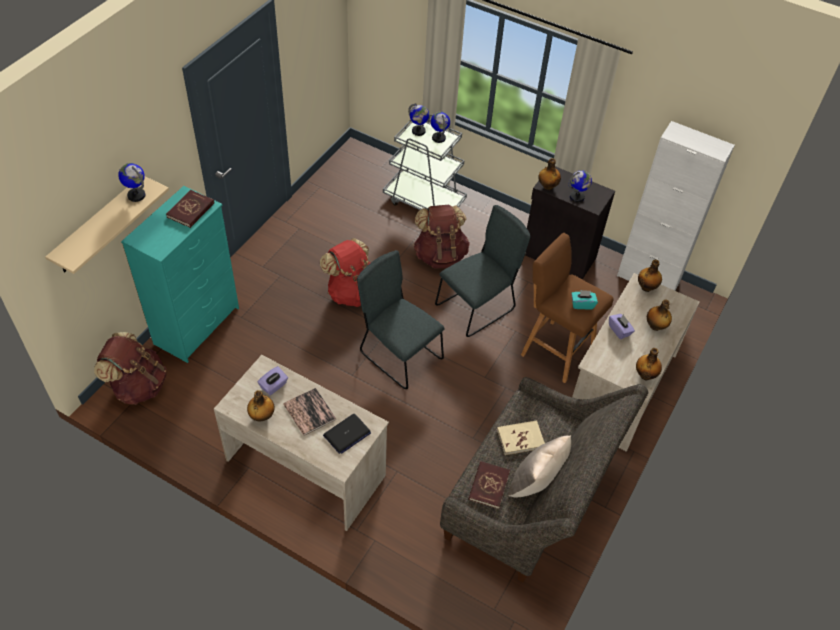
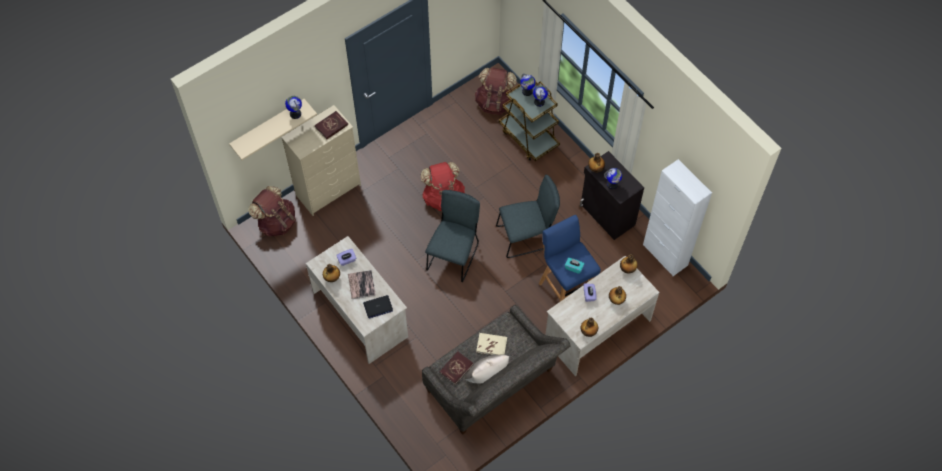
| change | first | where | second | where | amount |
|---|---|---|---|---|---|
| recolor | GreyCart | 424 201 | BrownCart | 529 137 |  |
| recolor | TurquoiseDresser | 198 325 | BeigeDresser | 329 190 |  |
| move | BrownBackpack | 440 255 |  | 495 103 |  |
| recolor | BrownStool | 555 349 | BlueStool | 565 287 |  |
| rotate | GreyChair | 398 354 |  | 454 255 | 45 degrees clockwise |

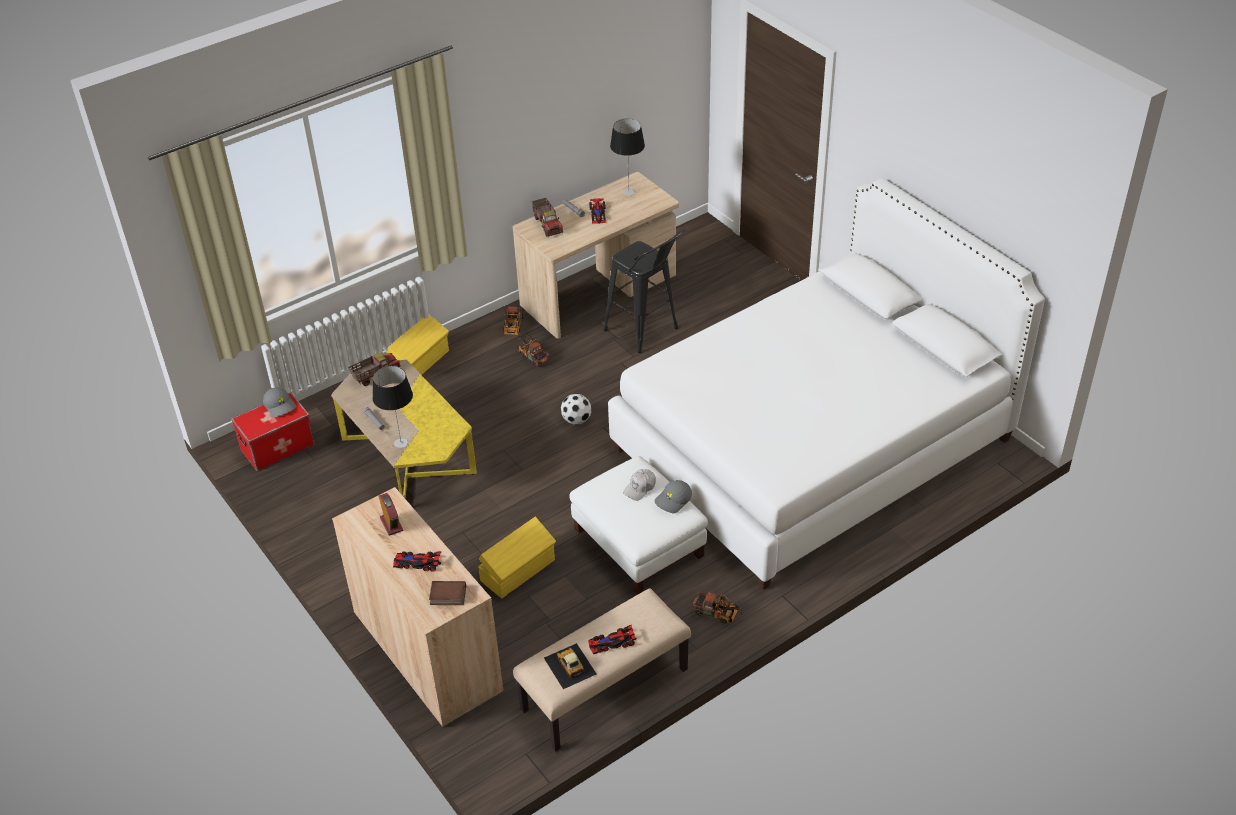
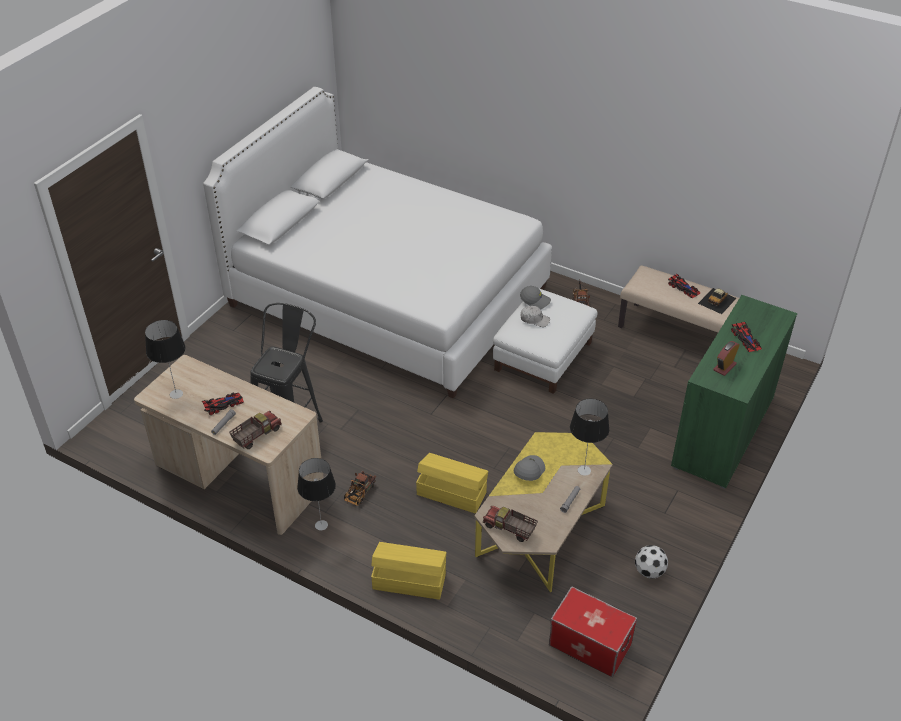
| change | first | where | second | where | amount |
|---|---|---|---|---|---|
| replace | ToyTruck | 513 327 | TableLamp | 321 525 |  |
| move | GreyCap | 280 405 |  | 528 470 |  |
| move | Football | 576 420 |  | 649 571 |  |
| recolor | BeigeCabinet | 427 652 | GreenCabinet | 723 432 |  |
| move | YellowStorageBox | 519 570 |  | 451 492 |  |
| delete | Book | 447 596 |  |  |  |

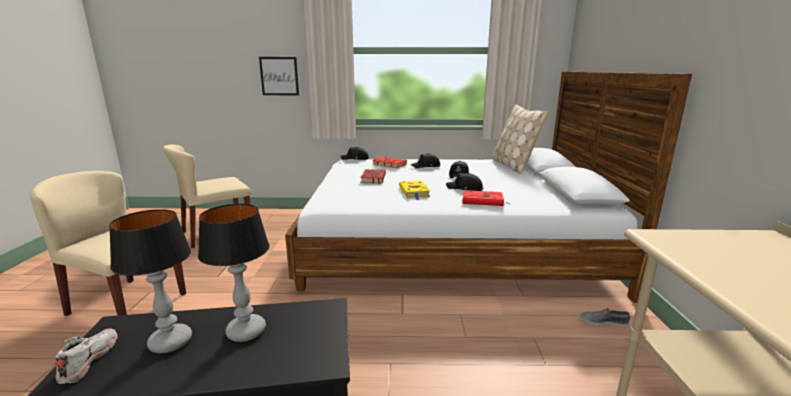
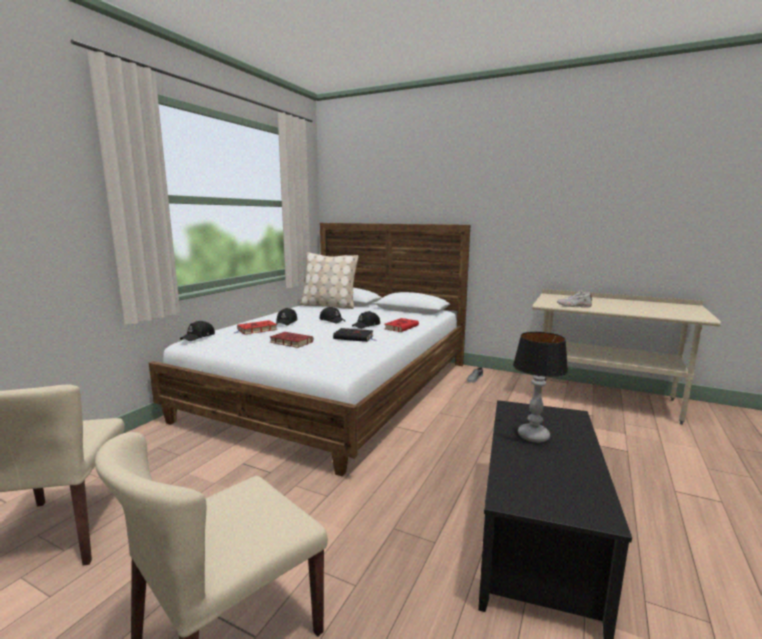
| change | first | where | second | where | amount |
|---|---|---|---|---|---|
| delete | Picture | 279 76 |  |  |  |
| recolor | YellowBook | 414 192 | BlackBook | 354 338 |  |
| delete | TableLamp | 171 342 |  |  |  |
| move | WhiteShoe | 89 359 |  | 573 306 |  |

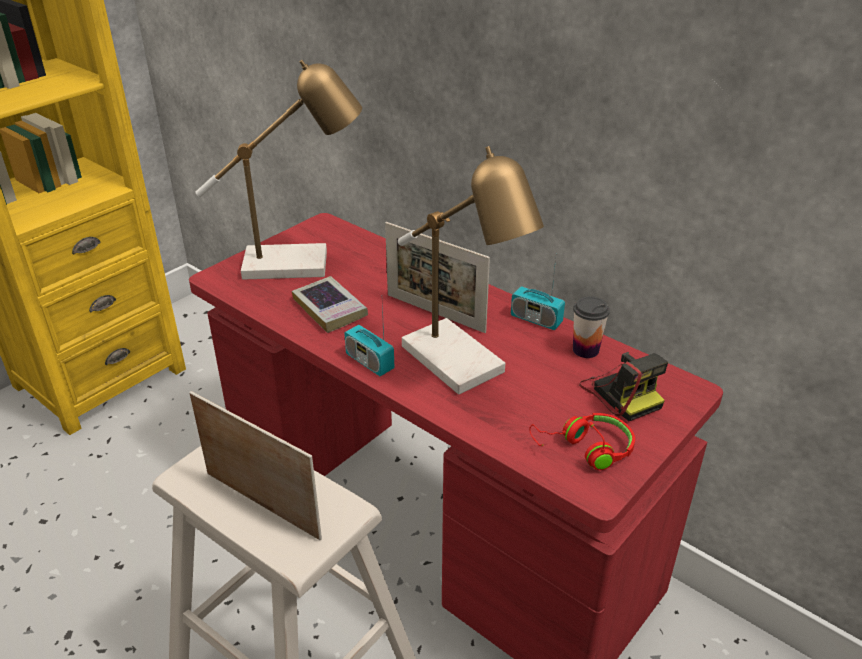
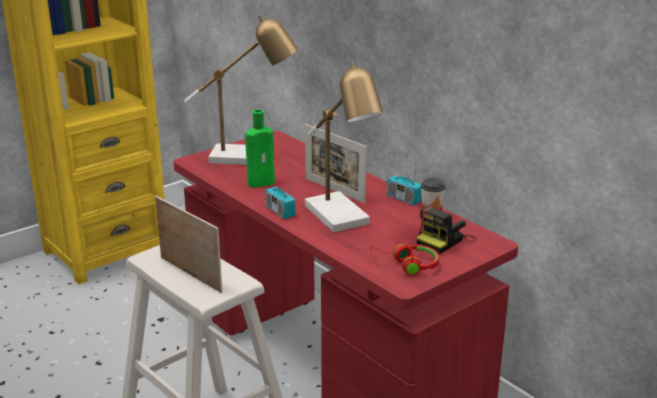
| change | first | where | second | where | amount |
|---|---|---|---|---|---|
| replace | Book | 330 309 | GreenBottle | 263 182 |  |
| rotate | PhotoCamera | 621 393 |  | 445 241 | 60 degrees clockwise |

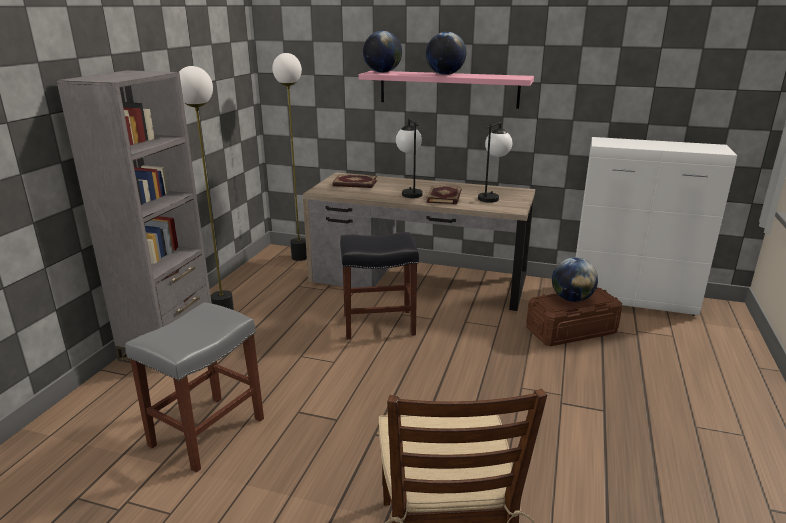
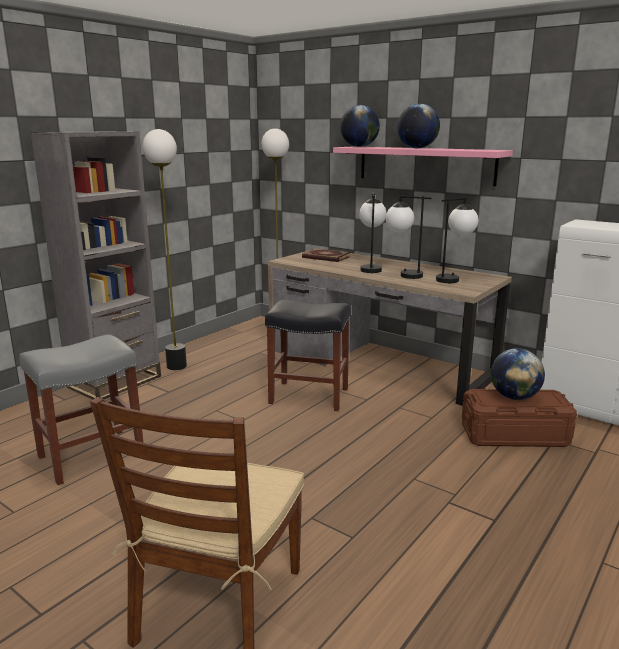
| change | first | where | second | where | amount |
|---|---|---|---|---|---|
| replace | Book | 445 197 | TableLamp | 402 275 |  |

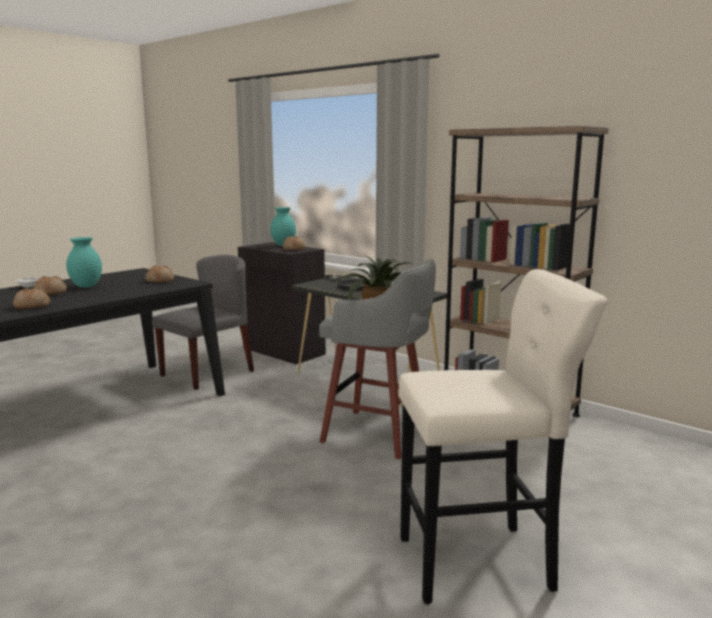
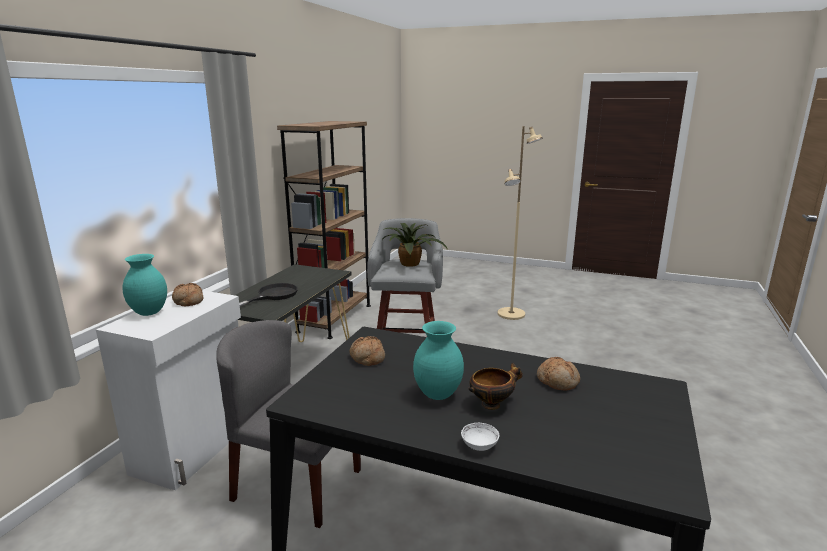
| change | first | where | second | where | amount |
|---|---|---|---|---|---|
| recolor | BlackCabinet | 284 352 | WhiteCabinet | 195 448 |  |
| replace | BeigeStool | 482 562 | BeigeFloorLamp | 511 314 |  |
| replace | Bread | 51 292 | Bowl | 492 404 |  |

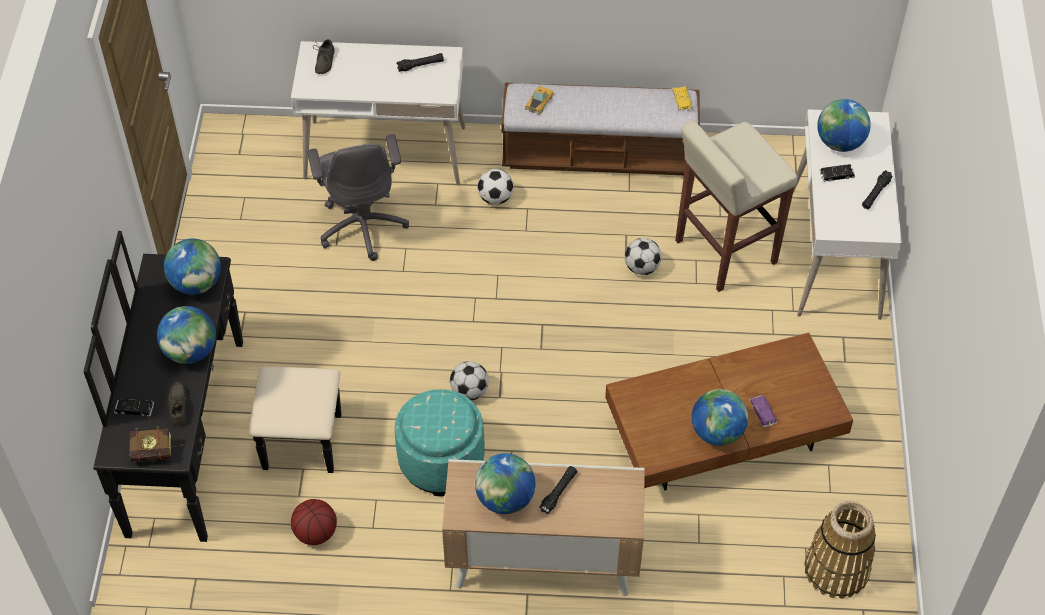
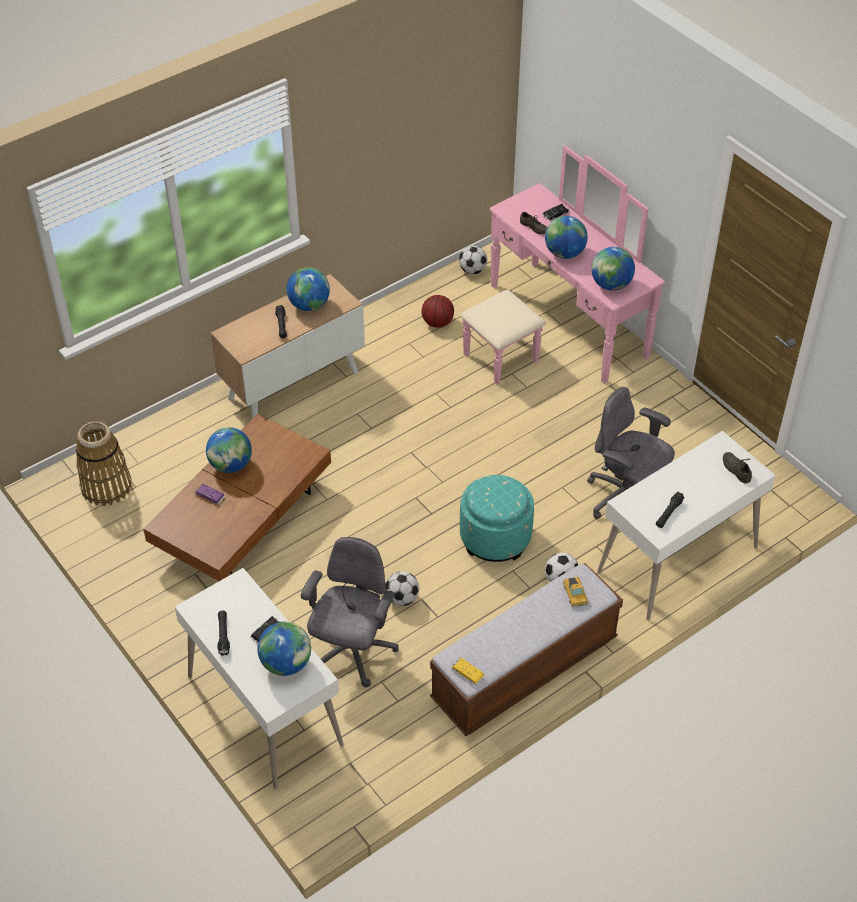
| change | first | where | second | where | amount |
|---|---|---|---|---|---|
| replace | BeigeStool | 724 252 | GreyOfficeChair | 352 652 |  |
| recolor | BlackDresser | 213 436 | PinkDresser | 553 329 |  |
| move | Football | 469 391 |  | 472 270 |  |
| move | TurquoiseOttoman | 441 461 |  | 495 537 |  |
| delete | Book | 157 453 |  |  |  |

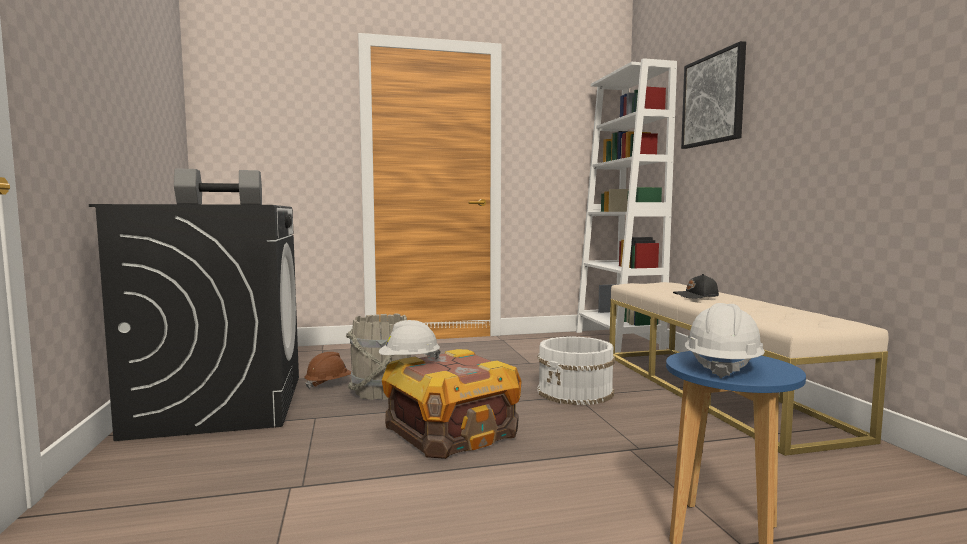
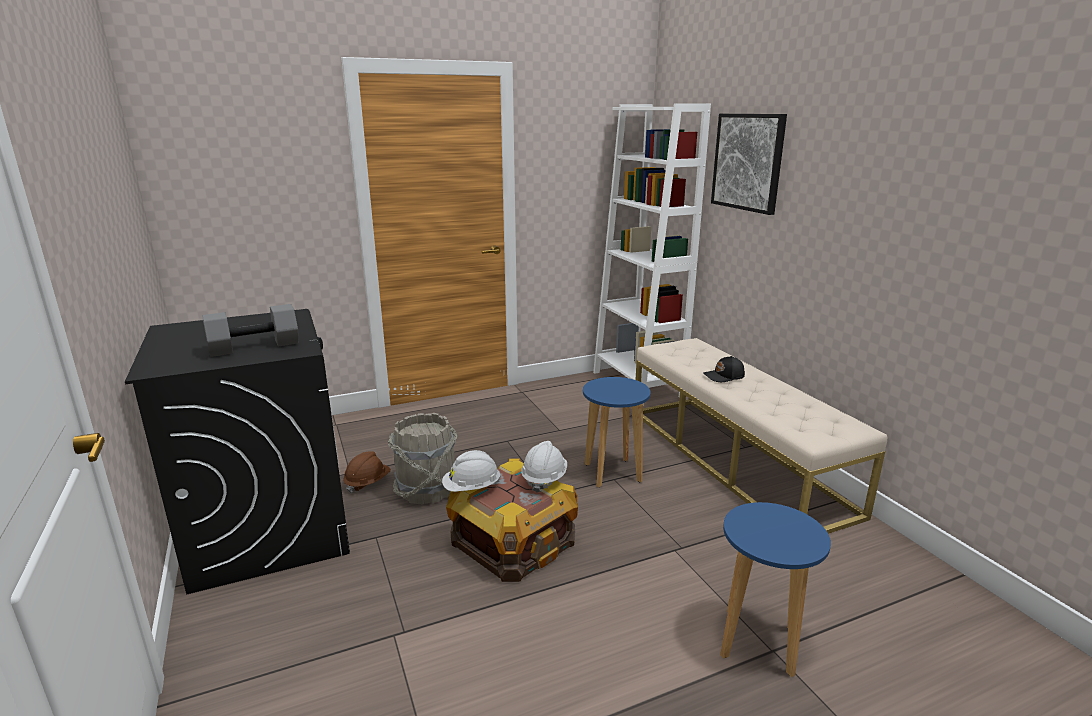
| change | first | where | second | where | amount |
|---|---|---|---|---|---|
| move | WhiteHardHat | 722 367 |  | 544 479 |  |
| replace | WhiteBucket | 576 392 | BlueStool | 613 473 |  |

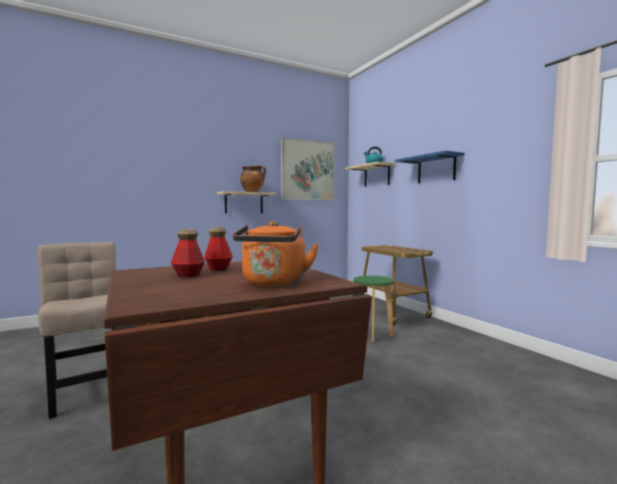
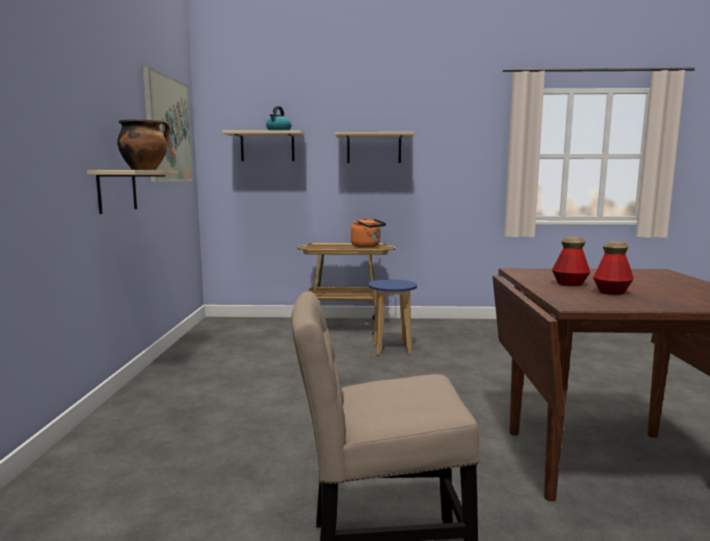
| change | first | where | second | where | amount |
|---|---|---|---|---|---|
| recolor | BlueShelf | 436 169 | BeigeShelf | 374 148 |  |
| move | OrangeKettle | 273 283 |  | 367 246 |  |
| recolor | GreenStool | 373 335 | BlueStool | 392 349 |  |

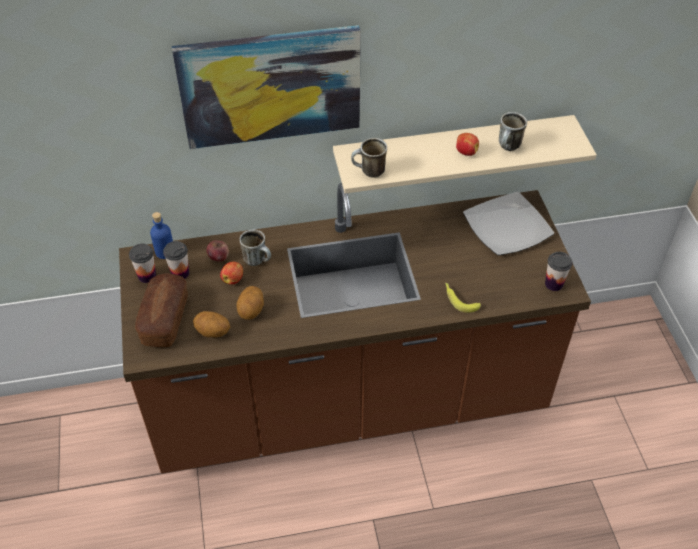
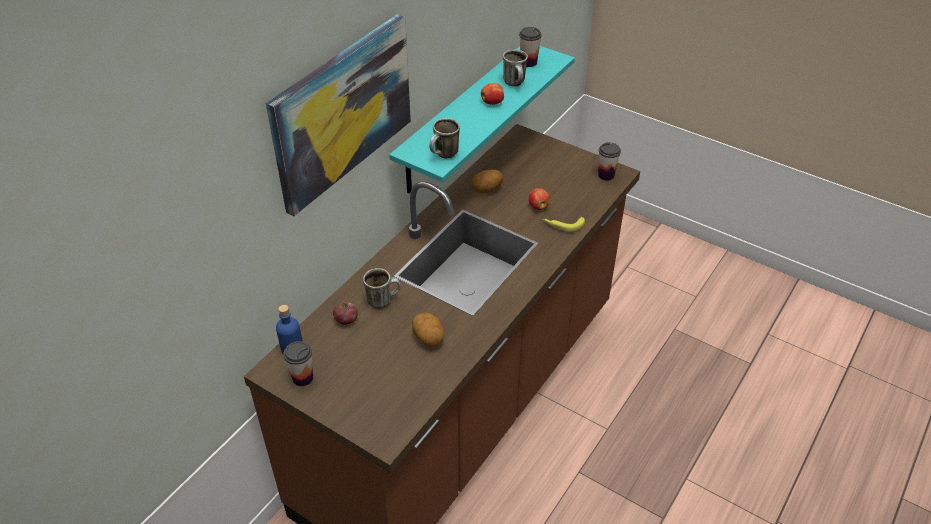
| change | first | where | second | where | amount |
|---|---|---|---|---|---|
| recolor | BeigeShelf | 452 153 | TurquoiseShelf | 463 118 |  |
| delete | Plate | 507 227 |  |  |  |
| move | Cup | 180 273 |  | 528 62 |  |
| move | Apple | 233 279 |  | 538 206 |  |
| delete | Bread | 165 319 |  |  |  |
| move | Potato | 212 333 |  | 487 190 |  |

